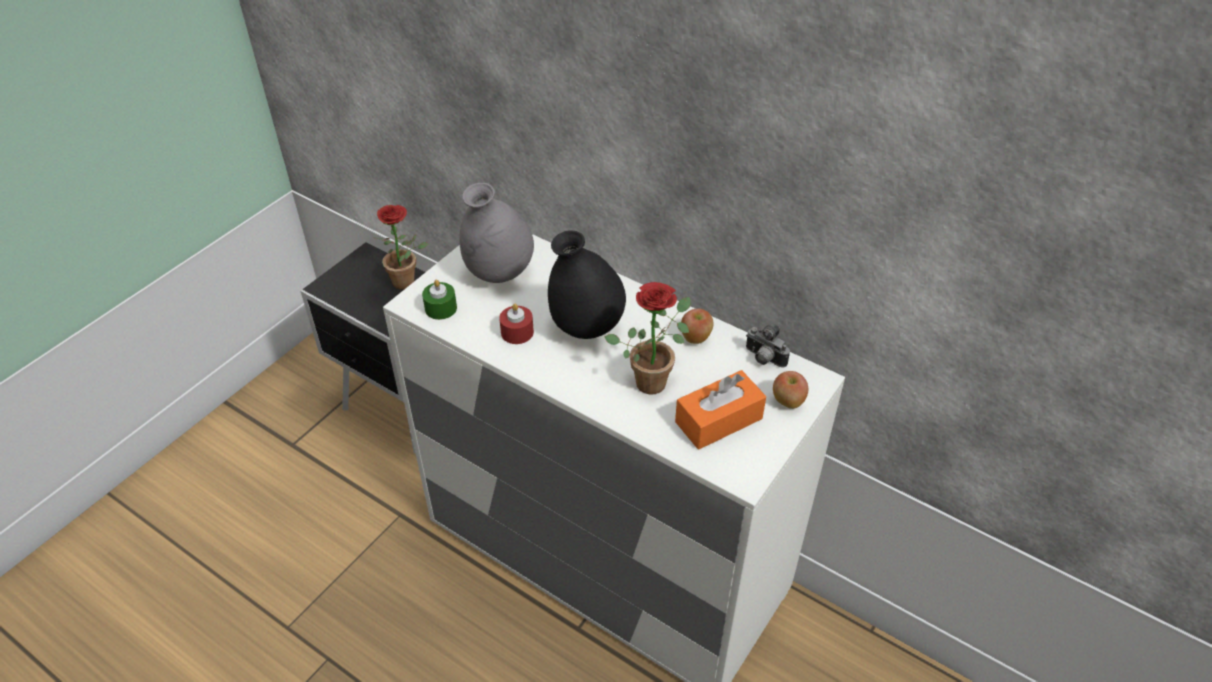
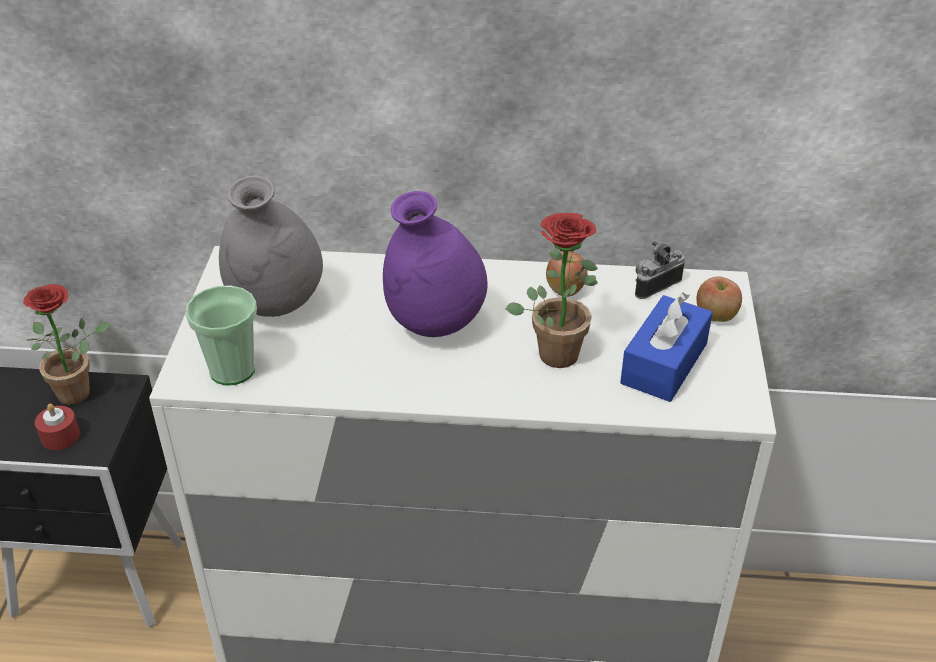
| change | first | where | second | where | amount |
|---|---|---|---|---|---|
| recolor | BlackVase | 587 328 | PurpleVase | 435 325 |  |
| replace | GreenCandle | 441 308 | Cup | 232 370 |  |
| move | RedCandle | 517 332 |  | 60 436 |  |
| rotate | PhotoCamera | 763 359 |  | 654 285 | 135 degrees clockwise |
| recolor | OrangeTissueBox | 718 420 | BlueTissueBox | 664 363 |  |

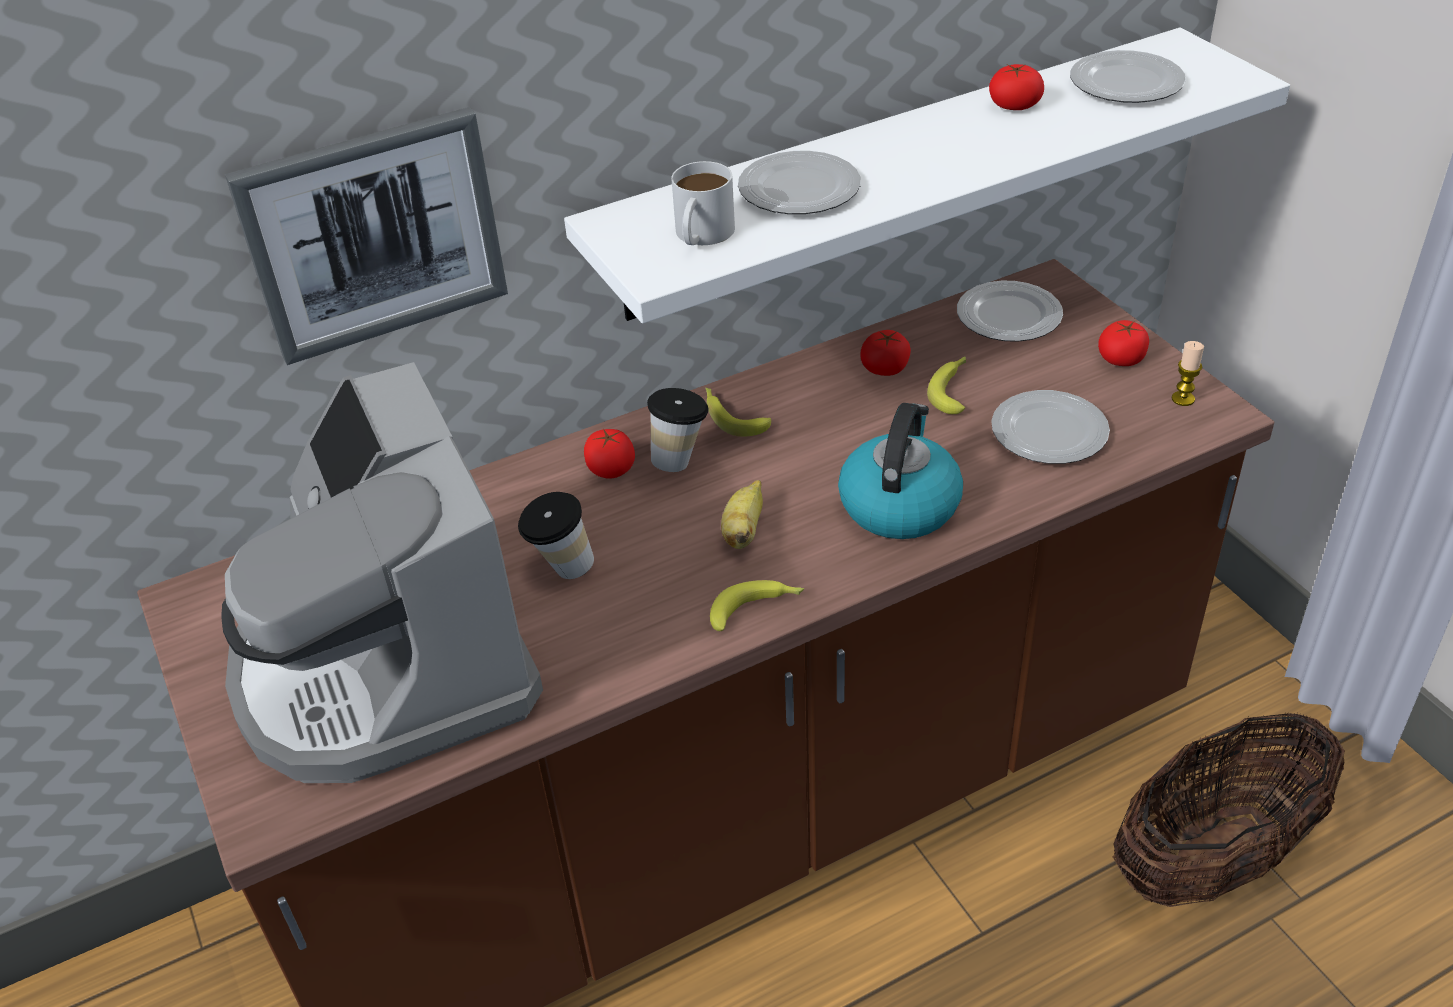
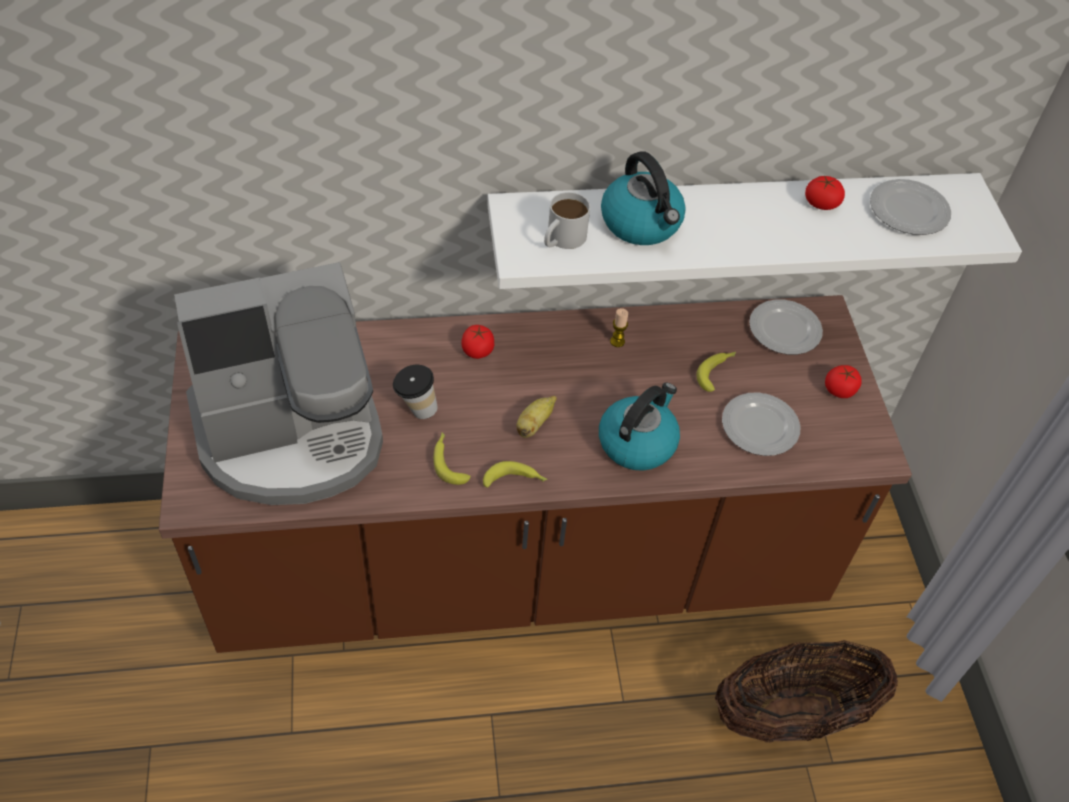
| change | first | where | second | where | amount |
|---|---|---|---|---|---|
| delete | Picture | 374 234 |  |  |  |
| replace | Plate | 799 189 | Kettle | 642 223 |  |
| delete | Tomato | 885 367 |  |  |  |
| move | Candle | 1183 399 |  | 617 341 |  |
| rotate | CoffeeMachine | 386 665 |  | 292 434 | 105 degrees counterclockwise |
| delete | Cup | 680 459 |  |  |  |
| move | Banana | 732 417 |  | 449 461 |  |

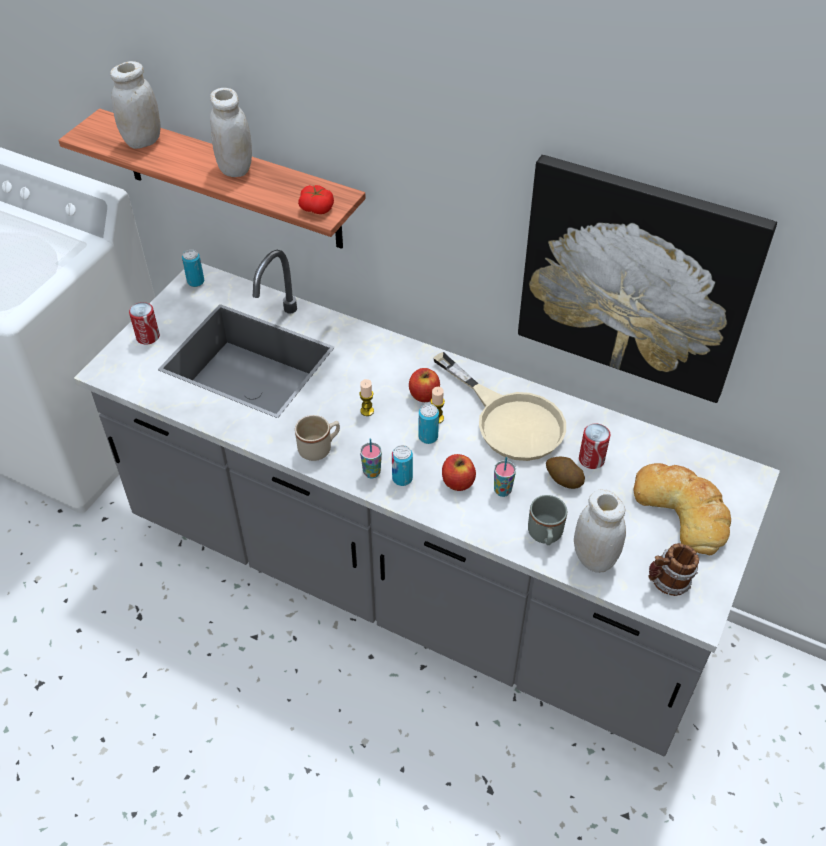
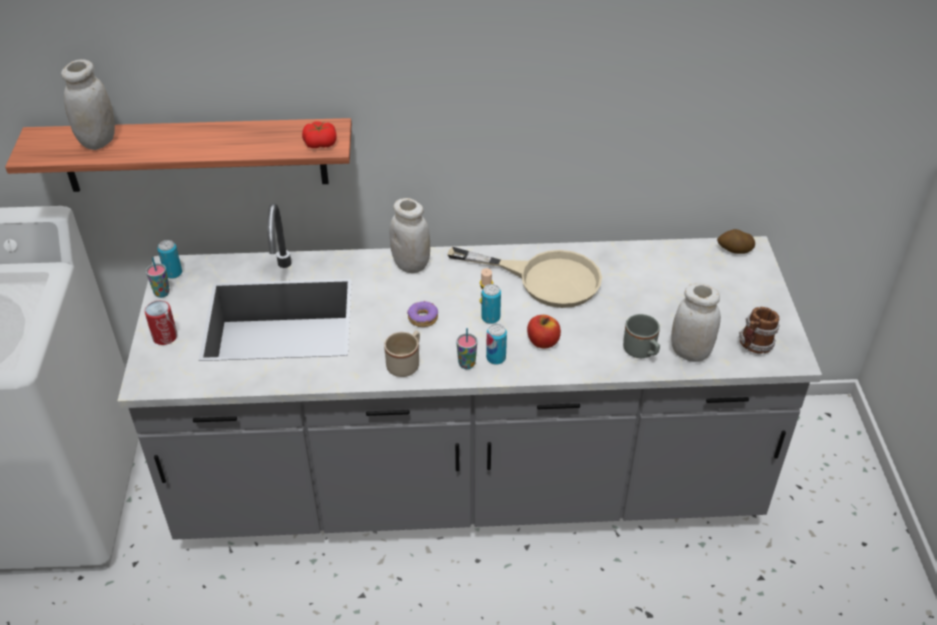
| change | first | where | second | where | amount |
|---|---|---|---|---|---|
| move | WhiteJar | 235 169 |  | 411 265 |  |
| delete | Picture | 636 279 |  |  |  |
| delete | Apple | 424 395 |  |  |  |
| replace | Candle | 367 411 | Donut | 422 318 |  |
| delete | Can | 591 459 |  |  |  |
| move | Cup | 502 491 |  | 162 293 |  |
| move | Potato | 563 480 |  | 734 250 |  |
| delete | Bread | 683 510 |  |  |  |

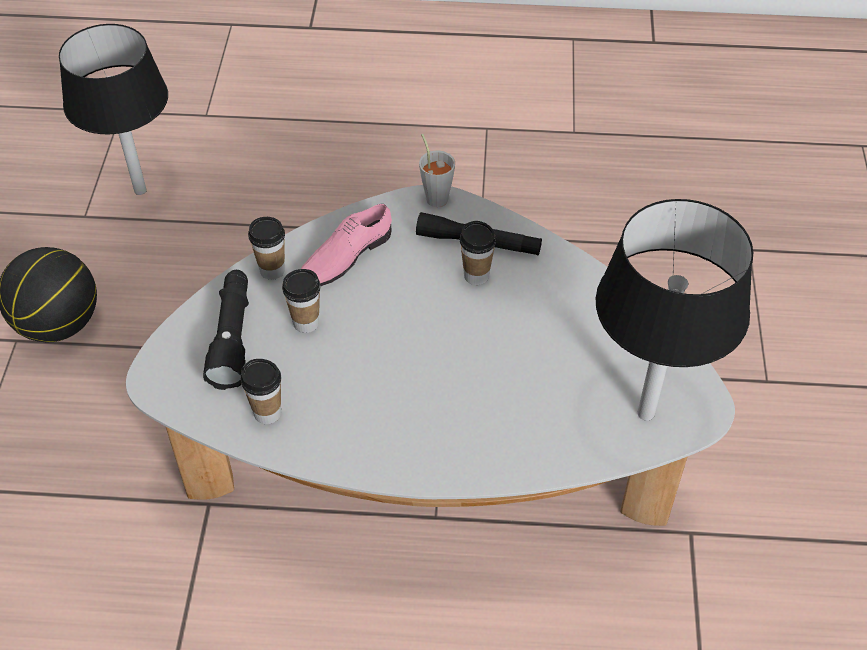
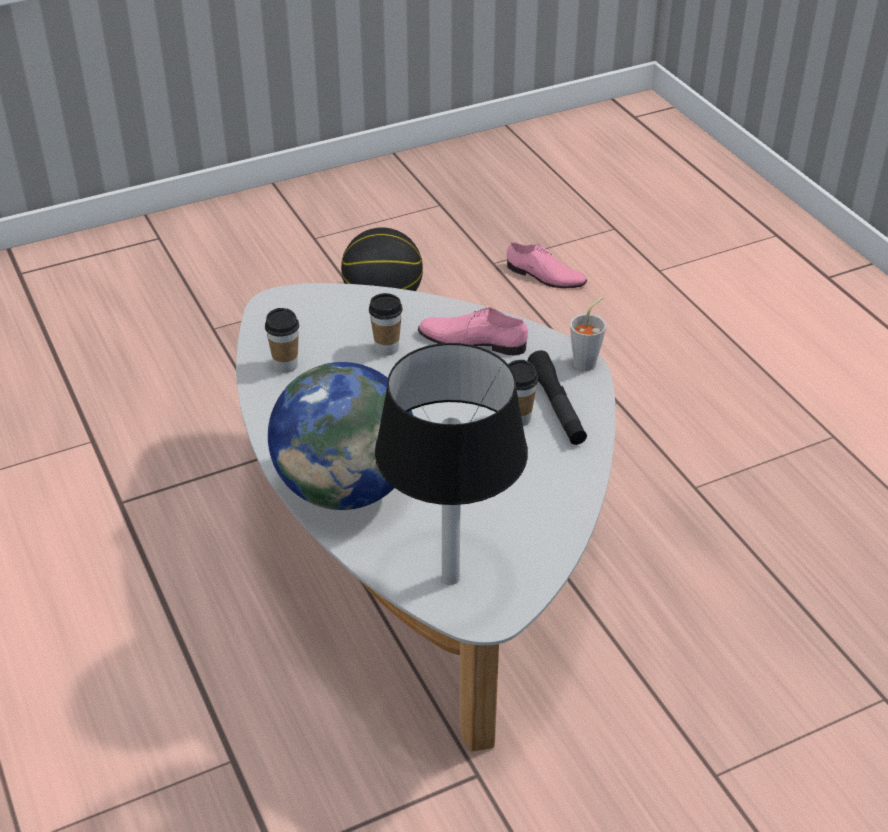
| change | first | where | second | where | amount |
|---|---|---|---|---|---|
| replace | BlackTableLamp | 140 190 | PinkShoe | 545 276 |  |
| delete | Cup | 272 270 |  |  |  |
| delete | BlackFlashlight | 232 336 |  |  |  |
| insert |  |  | Globe | 346 488 |  |

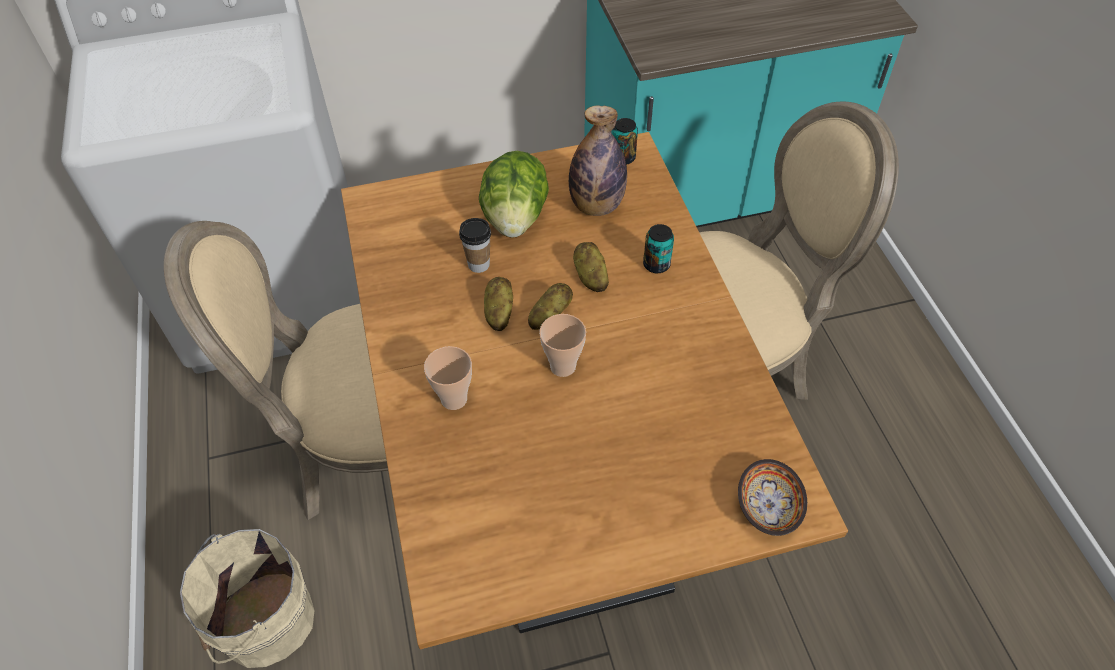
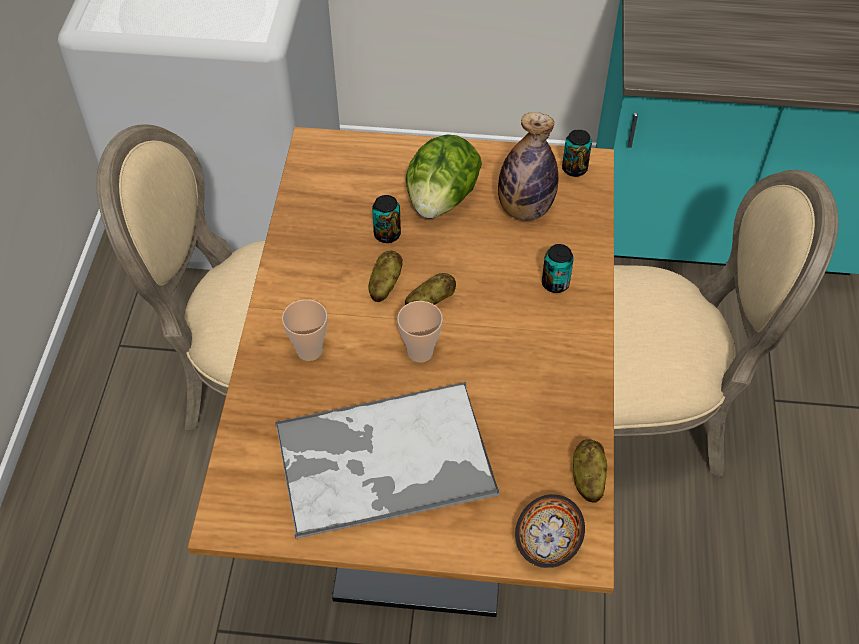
| change | first | where | second | where | amount |
|---|---|---|---|---|---|
| replace | Cup | 479 264 | Can | 387 234 |  |
| move | Potato | 590 277 |  | 587 478 |  |
| delete | BeigeBucket | 262 621 |  |  |  |
| insert |  |  | Tray | 382 461 |  |

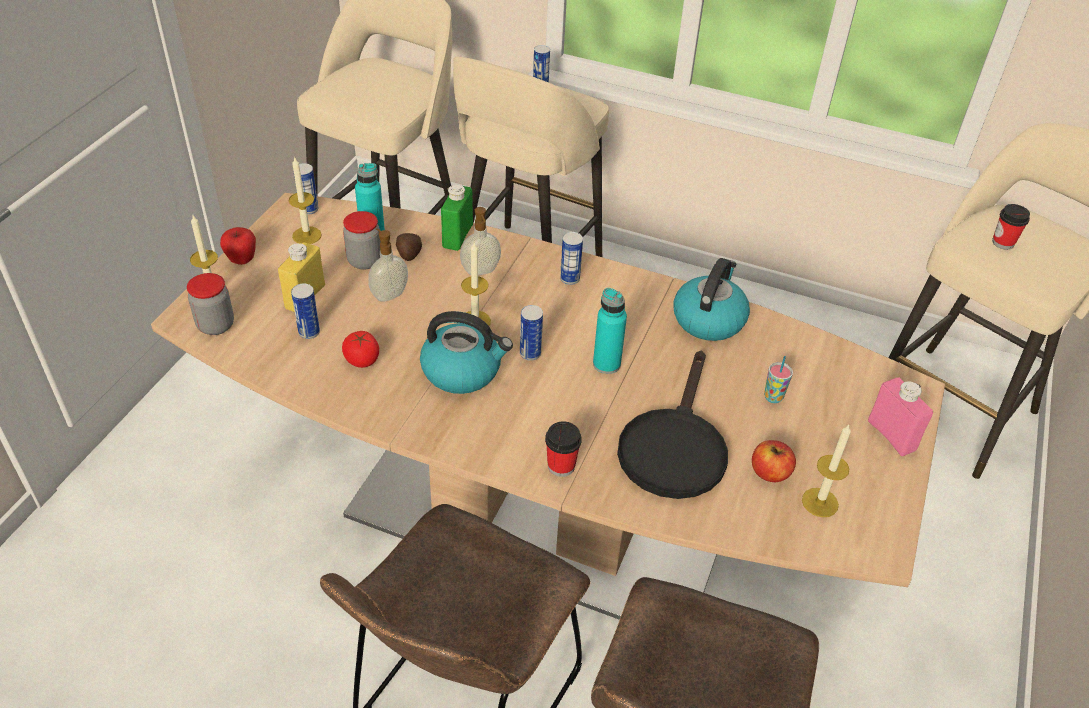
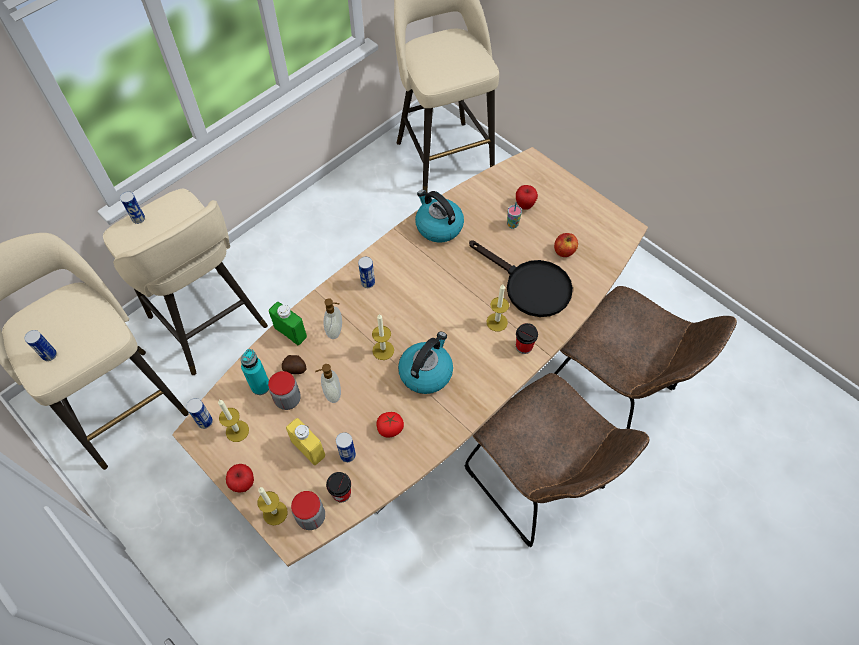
| change | first | where | second | where | amount |
|---|---|---|---|---|---|
| move | Cup | 1003 242 |  | 341 493 |  |
| delete | TurquoiseBottle | 606 364 |  |  |  |
| move | Can | 530 353 |  | 49 355 |  |
| delete | PinkBottle | 891 435 |  |  |  |
| move | Candle | 820 502 |  | 497 322 |  |
| insert |  |  | Apple | 524 205 |  |

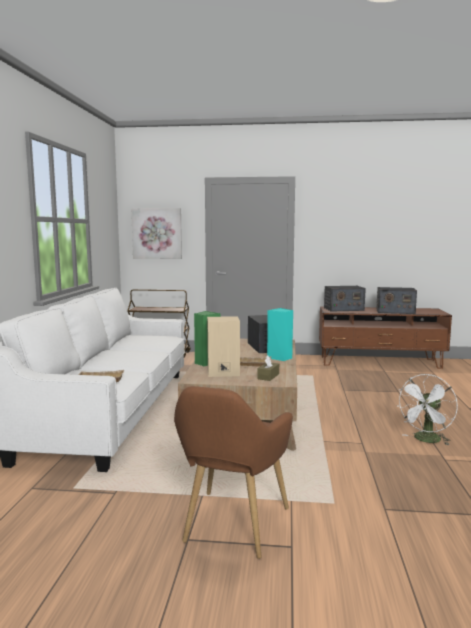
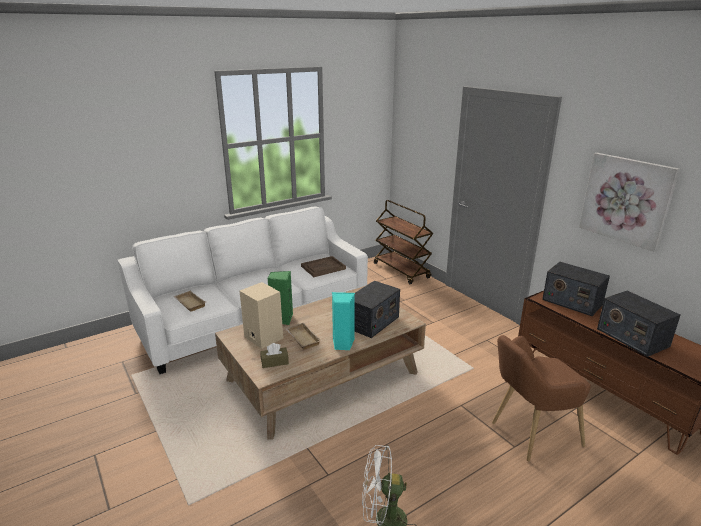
| change | first | where | second | where | amount |
|---|---|---|---|---|---|
| move | Picture | 157 233 |  | 626 200 |  |
| move | BrownArmchair | 231 528 |  | 529 434 |  |
| insert |  |  | BrownTray | 323 268 |  |

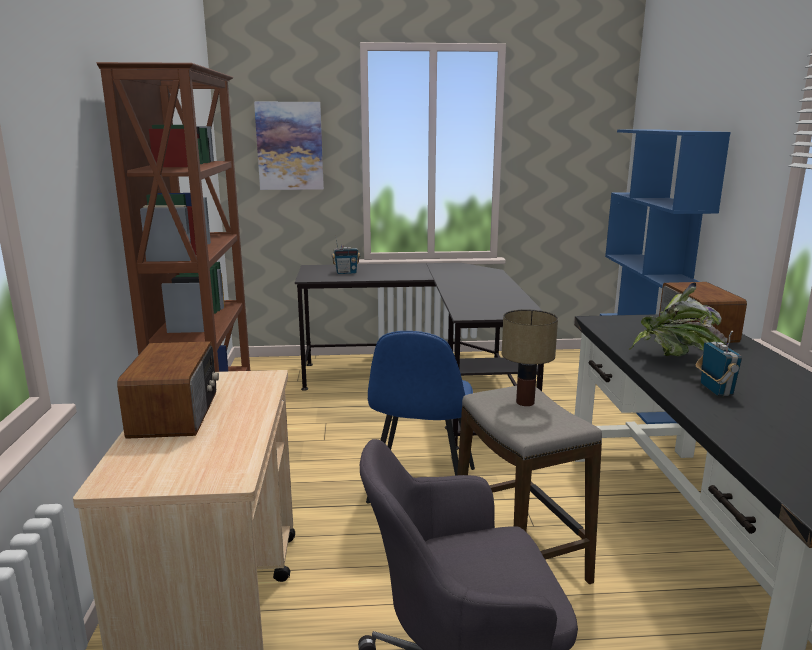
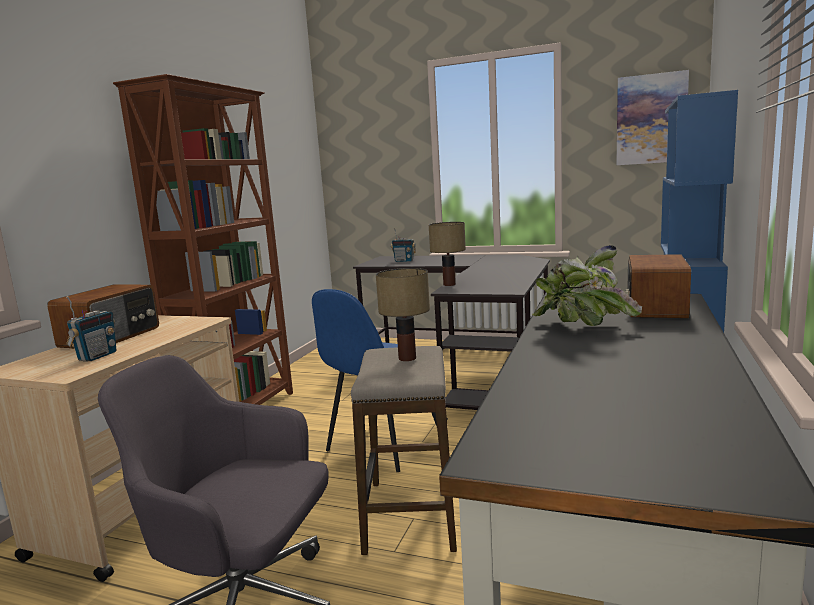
| change | first | where | second | where | amount |
|---|---|---|---|---|---|
| move | Picture | 290 146 |  | 651 119 |  |
| move | Radio | 715 389 |  | 97 356 |  |
| insert |  |  | TableLamp | 450 284 |  |

